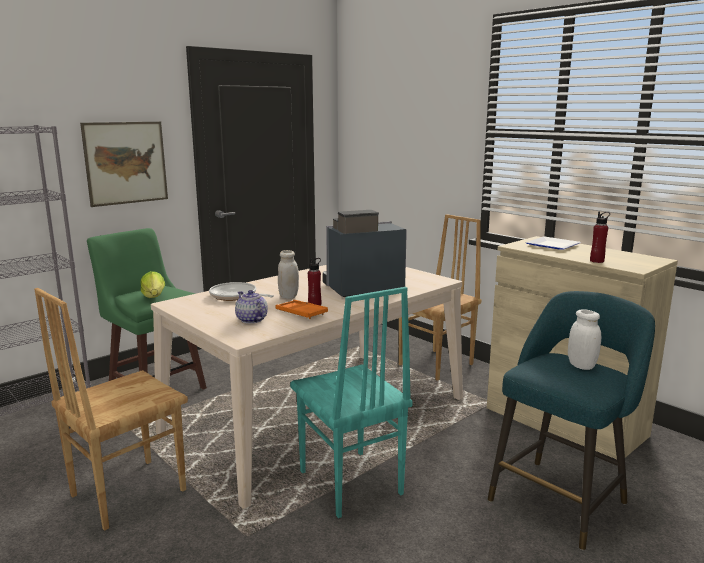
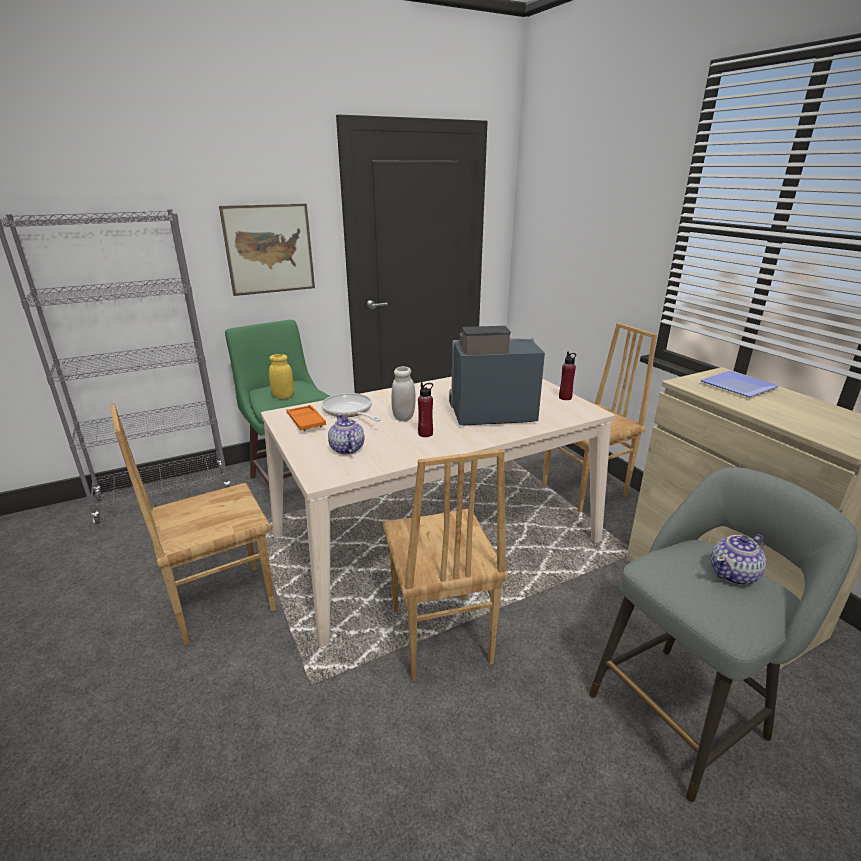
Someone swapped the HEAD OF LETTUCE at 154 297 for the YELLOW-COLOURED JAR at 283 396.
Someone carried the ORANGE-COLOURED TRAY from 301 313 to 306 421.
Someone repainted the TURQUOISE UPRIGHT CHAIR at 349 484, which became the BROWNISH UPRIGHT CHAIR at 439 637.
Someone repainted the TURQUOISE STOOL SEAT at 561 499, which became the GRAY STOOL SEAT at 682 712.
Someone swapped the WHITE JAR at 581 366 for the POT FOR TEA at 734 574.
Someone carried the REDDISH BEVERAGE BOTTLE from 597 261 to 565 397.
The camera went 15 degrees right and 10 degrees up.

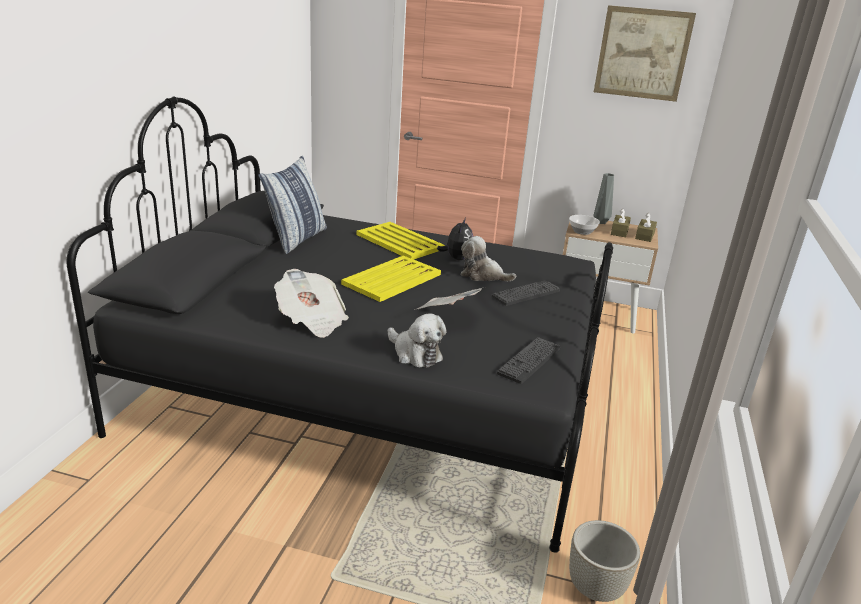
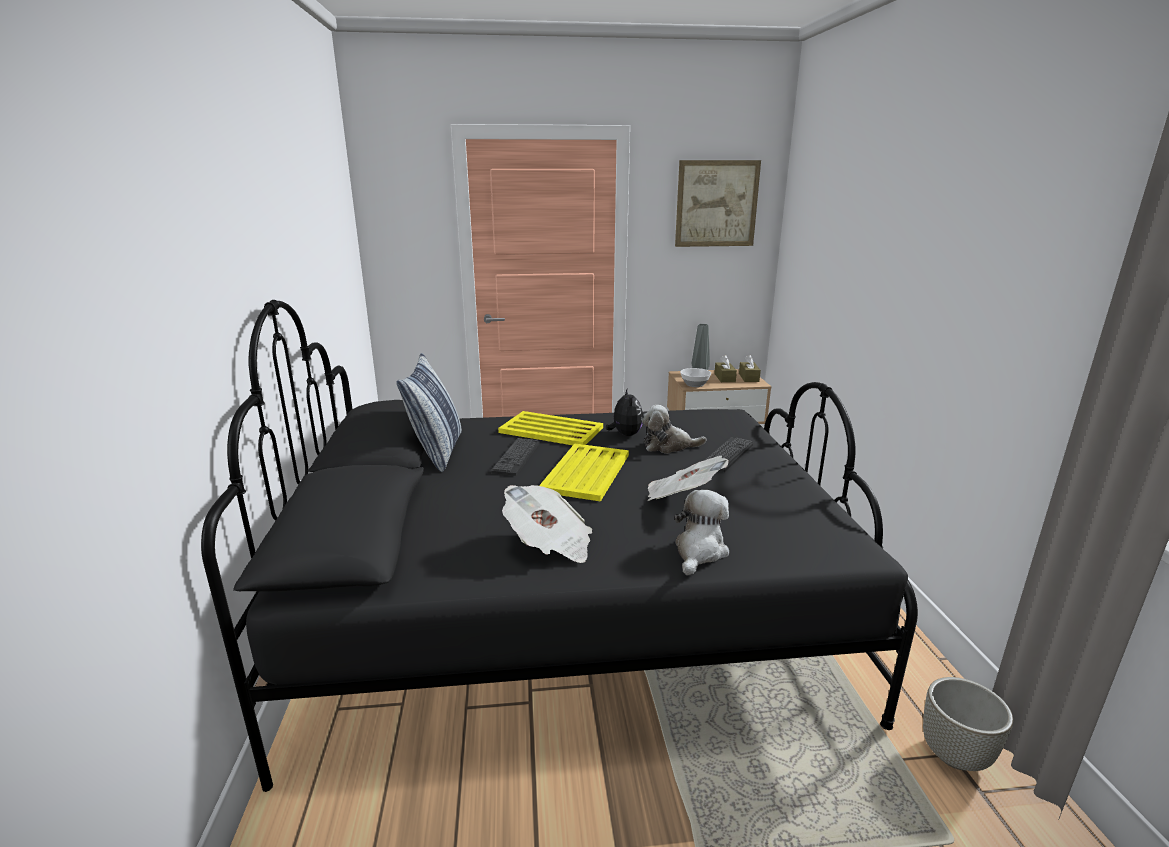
Someone rotated the PLUSH TOY at 415 353 by 90 degrees counterclockwise.
Someone carried the PC KEYBOARD from 529 361 to 516 457.
The camera went 20 degrees left and 5 degrees down.

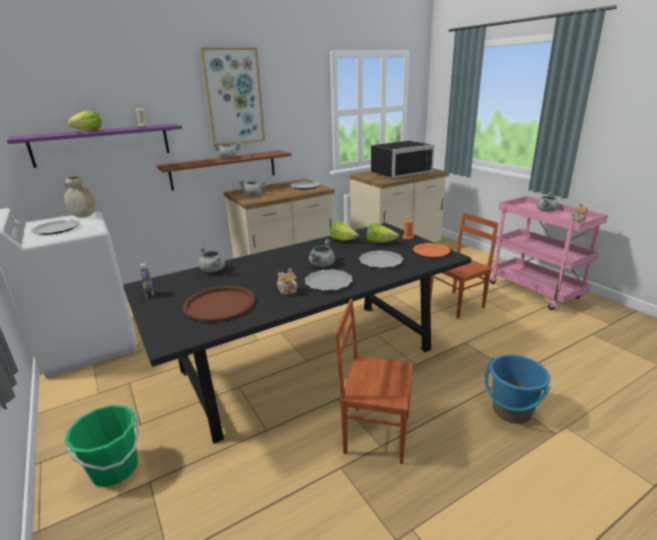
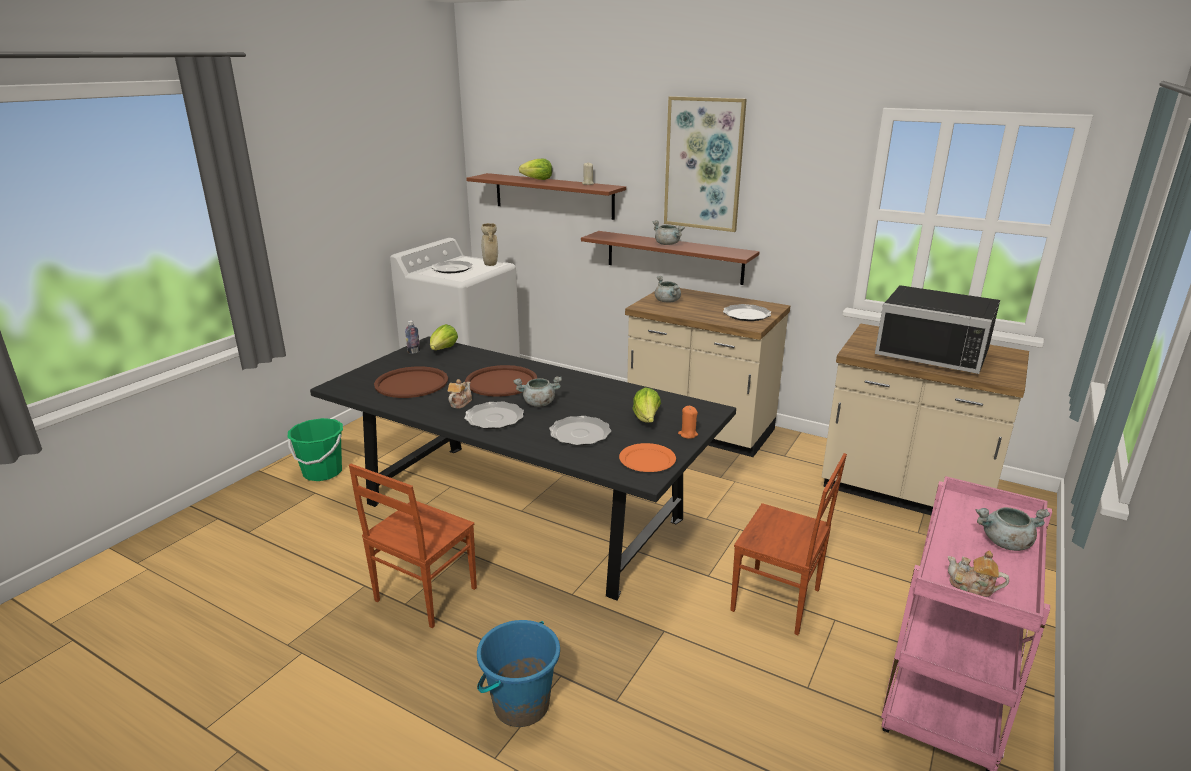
Someone repainted the PURPLE-COLOURED SHELF at 102 144, which became the BROWNISH SHELF at 553 196.
Someone took away the GRAY STOCKPOT at 213 270.
Someone carried the HEAD OF LETTUCE from 343 240 to 443 350.
Someone rotated the BROWNISH UPRIGHT CHAIR at 376 432 by 135 degrees counterclockwise.
Someone put down the BROWNISH TRAY at 501 382.
The camera went 60 degrees right and 0 degrees up.

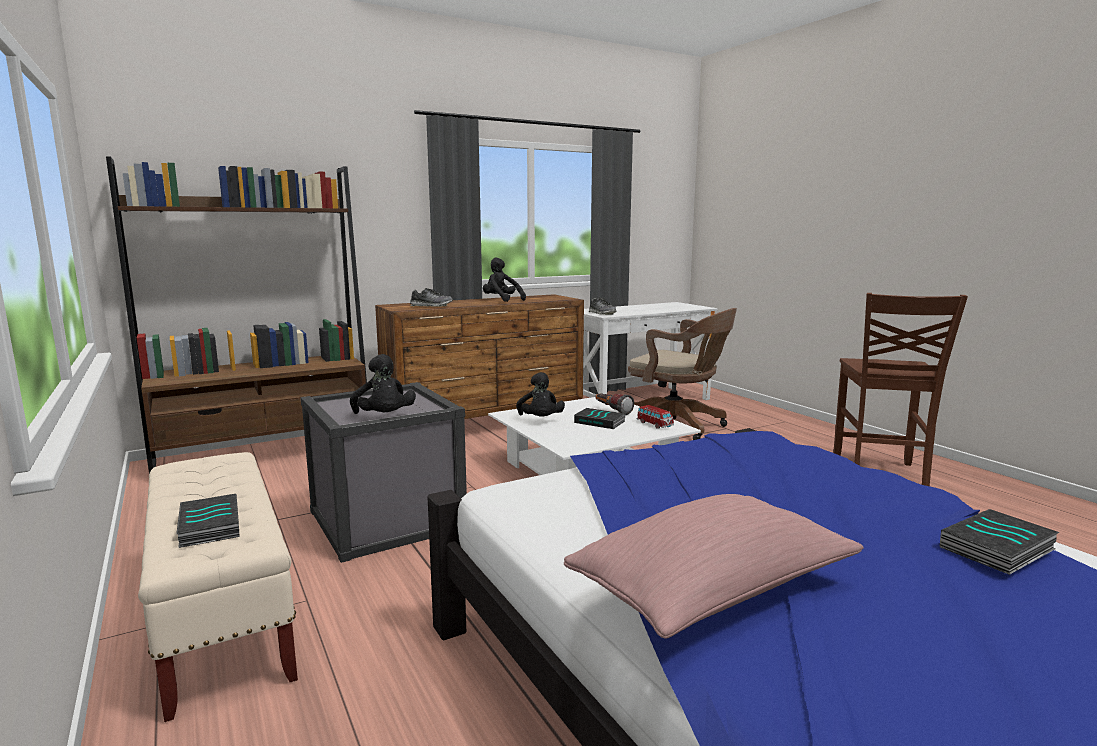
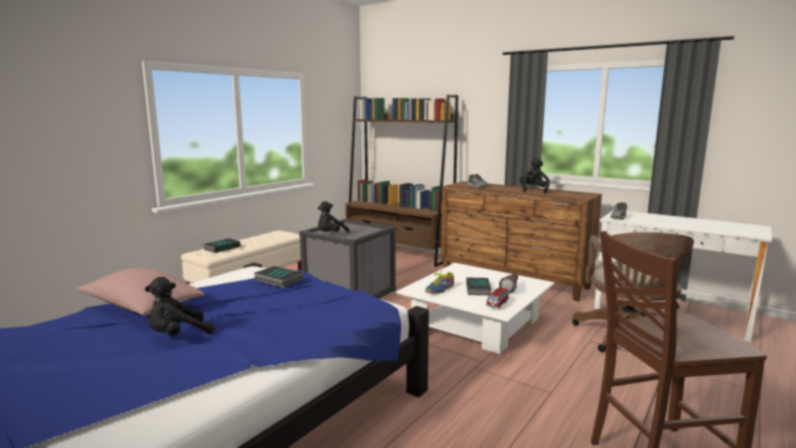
Someone carried the BLACK PLUSH TOY from 540 420 to 178 335.
Someone carried the BOUND BOOK from 998 549 to 277 280.
Someone put down the LOW SHOE at 440 289.
The camera went 65 degrees right and 0 degrees up.

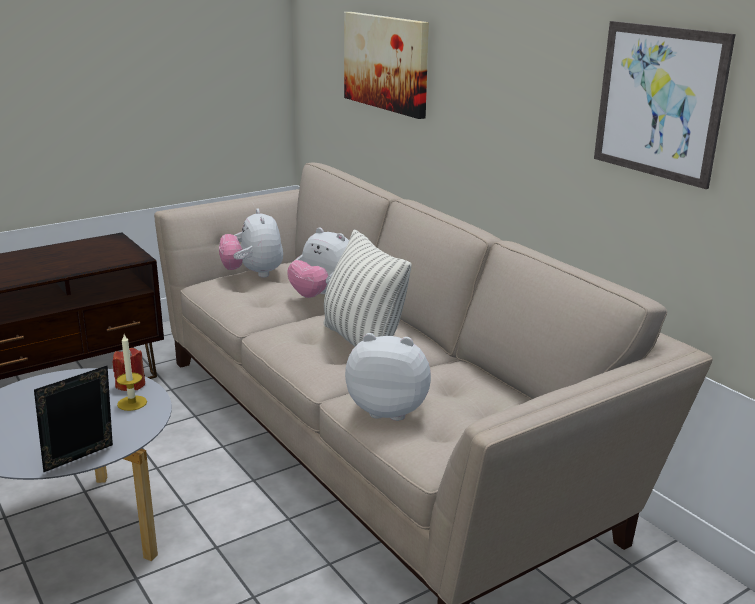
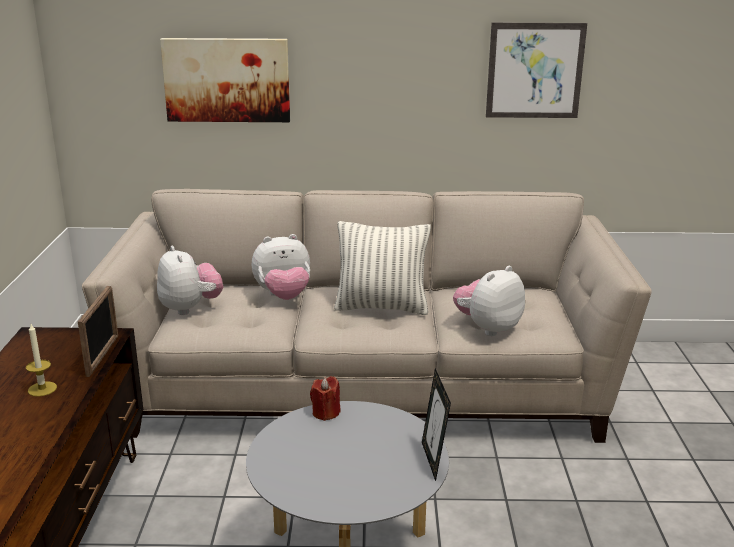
Someone carried the WAX LIGHT from 132 403 to 42 389.
Someone rotated the PLUSH TOY at 253 274 by 135 degrees counterclockwise.
Someone put down the PHOTO FRAME at 103 355.
The camera went 55 degrees left and 0 degrees up.

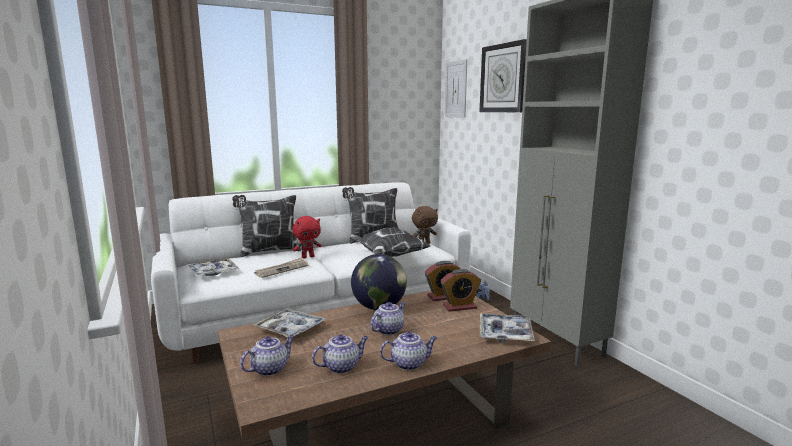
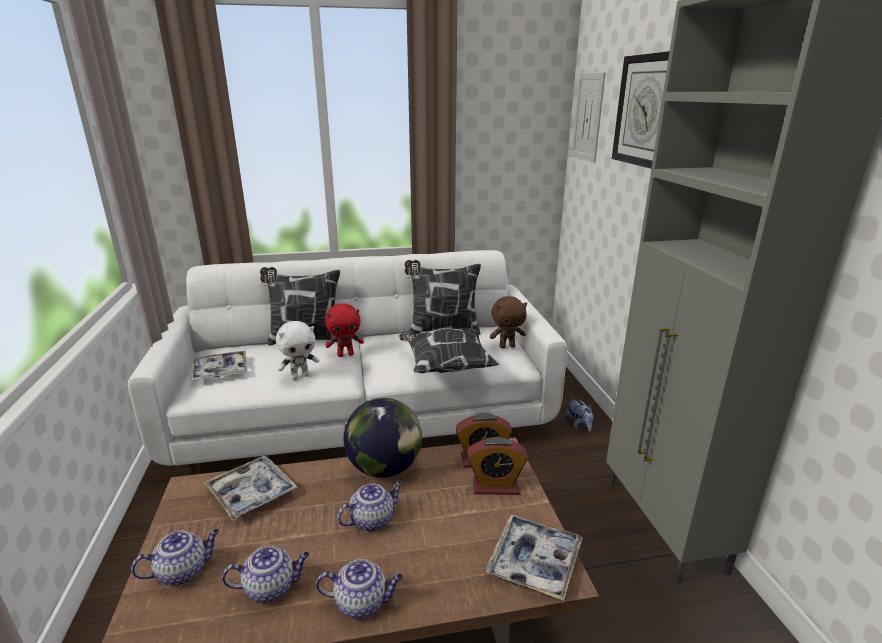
Someone swapped the DAILY PAPER at 282 269 for the WHITE PLUSH TOY at 300 376.
The camera went 15 degrees right and 10 degrees up.

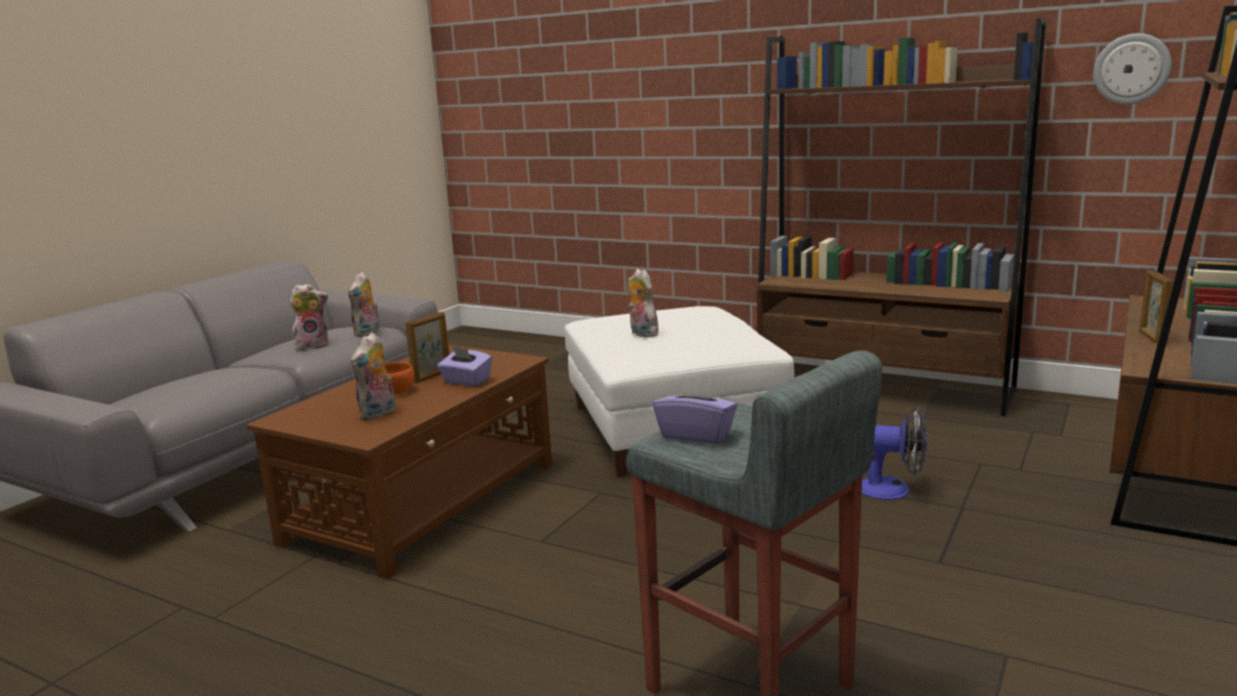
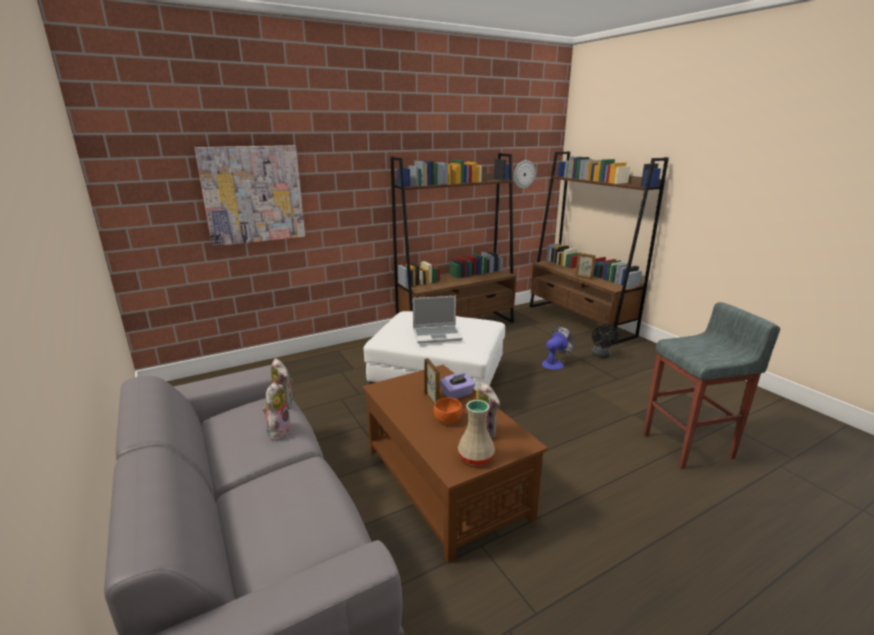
Someone swapped the PLUSH TOY at 641 333 for the NOTEBOOK COMPUTER at 437 335.
Someone took away the PURPLE-COLOURED TISSUE HOLDER at 696 435.
Someone put up the WALL PICTURE at 253 194.
Someone put down the BEIGE-COLOURED FLOWER VASE at 475 458.
Someone put down the BLACK FAN at 601 355.
The camera went 60 degrees left and 5 degrees up.

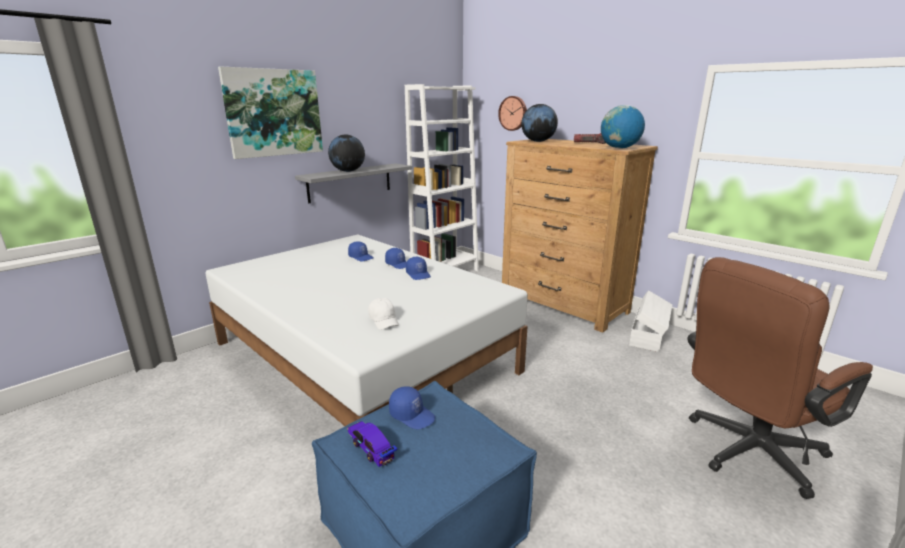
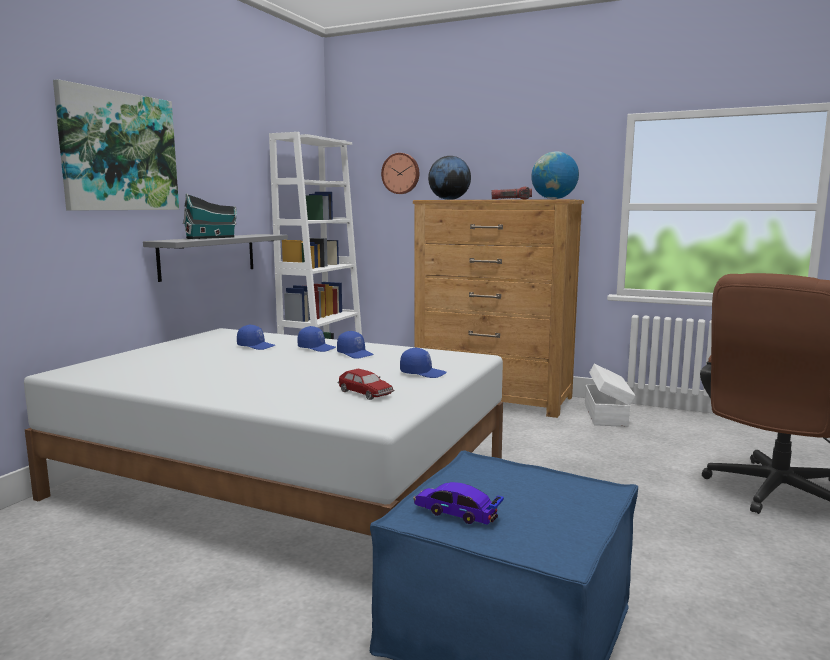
Someone swapped the GLOBE at 348 171 for the MINIATURE HOUSE at 212 238.
Someone swapped the WHITE PEAKED CAP at 384 320 for the TOY CAR at 365 393.
Someone carried the BLUISH PEAKED CAP from 412 415 to 422 373.
The camera went 20 degrees left and 10 degrees down.

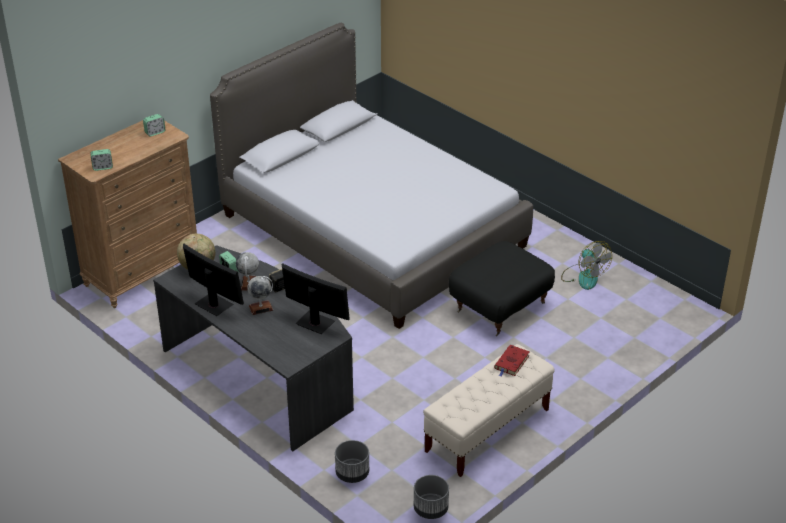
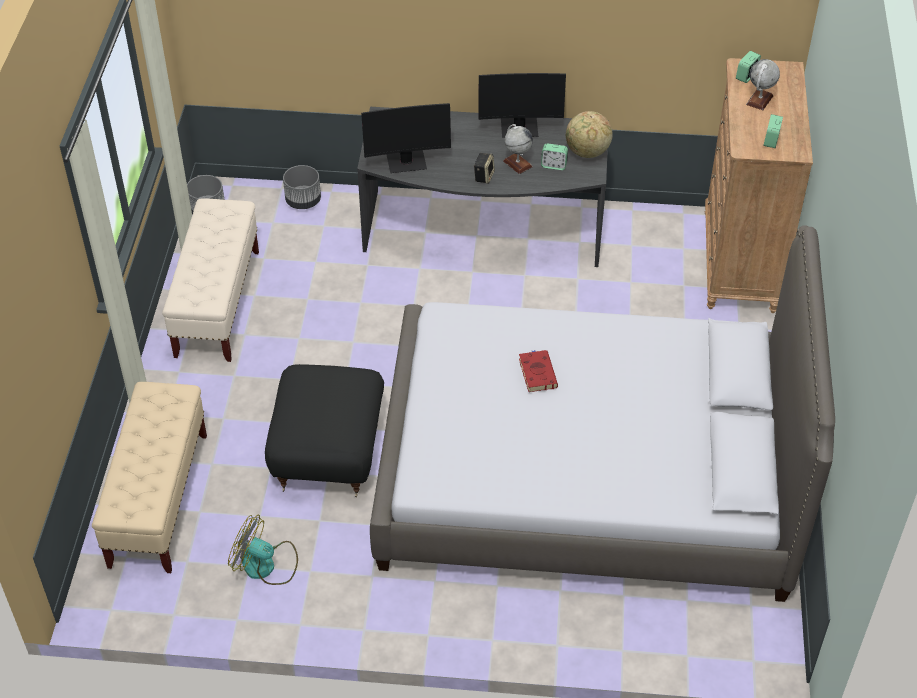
Someone carried the GLOBE from 261 308 to 759 100.
Someone carried the REDDISH BOUND BOOK from 511 363 to 537 372.
Someone put down the BEIGE-COLOURED INDOOR BENCH at 159 499.
The camera went 140 degrees right and 10 degrees up.

